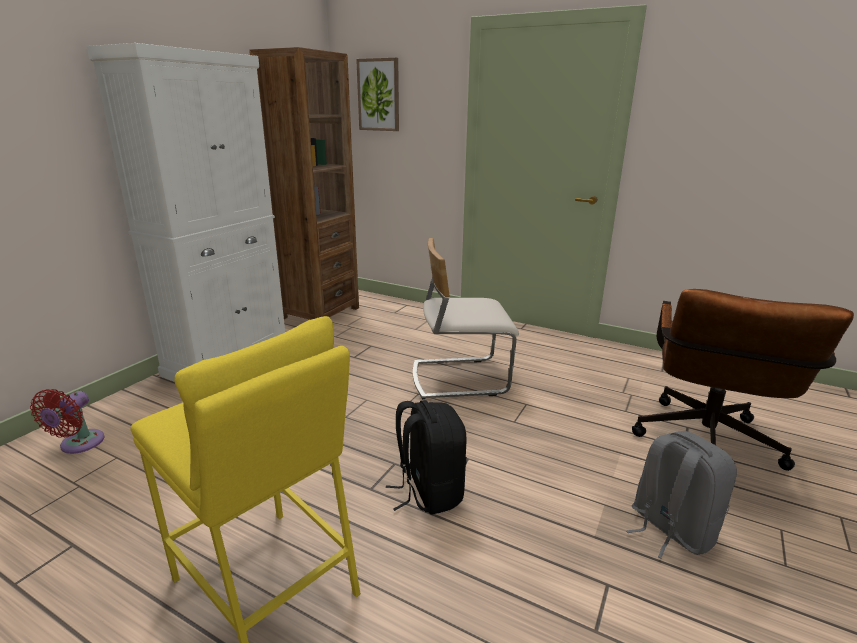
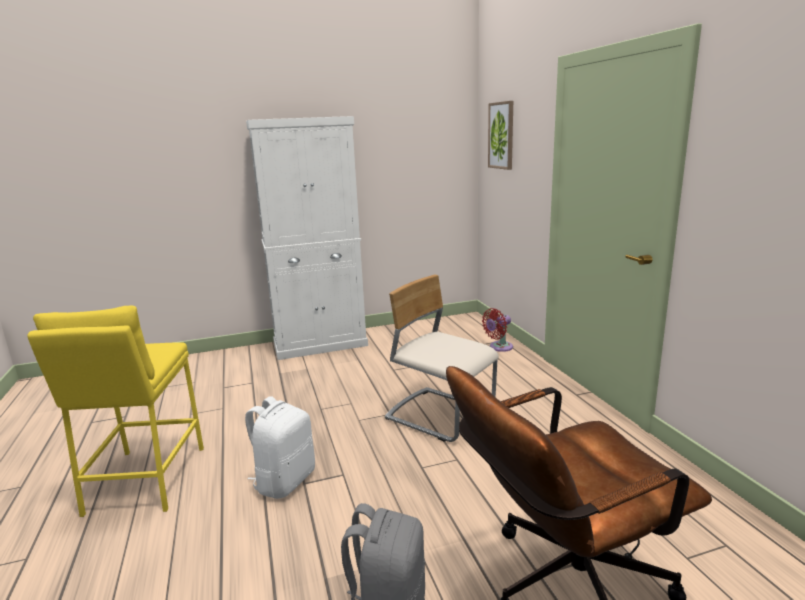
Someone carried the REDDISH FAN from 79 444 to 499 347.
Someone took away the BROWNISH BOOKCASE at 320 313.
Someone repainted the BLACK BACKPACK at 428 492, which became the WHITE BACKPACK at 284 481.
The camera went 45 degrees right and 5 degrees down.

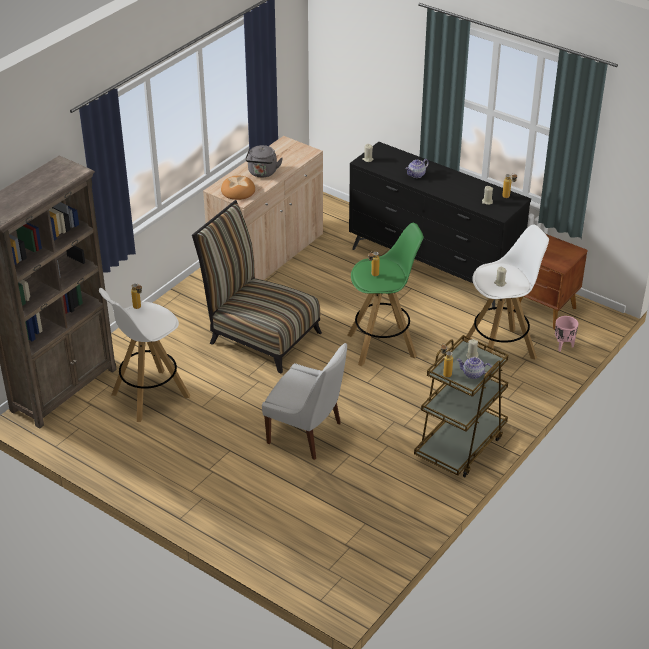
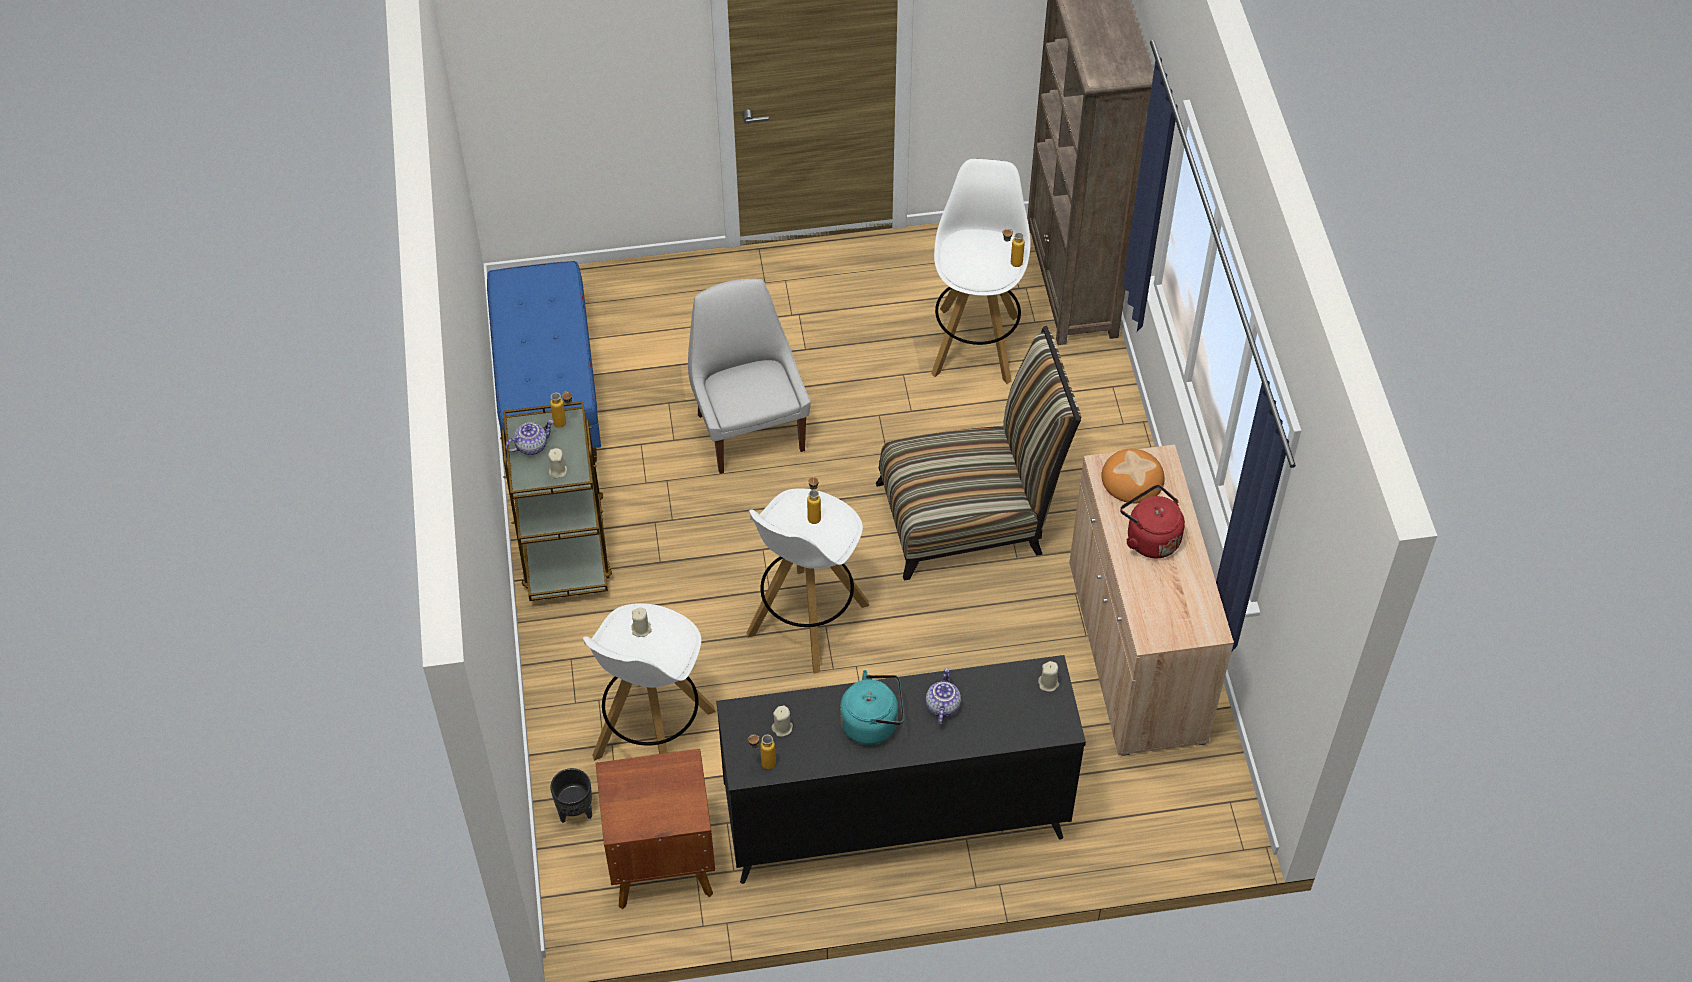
Someone repainted the GRAY KETTLE at 262 173, which became the REDDISH KETTLE at 1150 538.
Someone rotated the WHITE UPRIGHT CHAIR at 307 434 by 90 degrees clockwise.
Someone repainted the GREEN STOOL SEAT at 382 345, which became the WHITE STOOL SEAT at 806 620.
Someone repainted the PINK-COLOURED PLANT POT at 563 346, which became the BLACK PLANT POT at 576 812.
Someone put down the BLUISH INDOOR BENCH at 548 395.
Someone put down the TURQUOISE KETTLE at 873 723.
The camera went 135 degrees right and 15 degrees up.

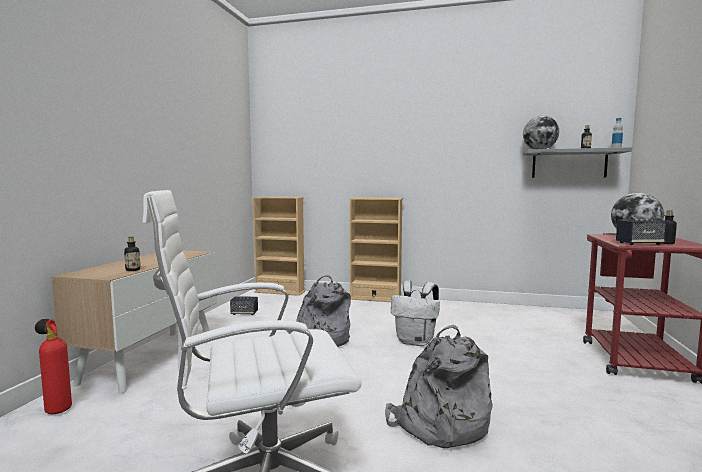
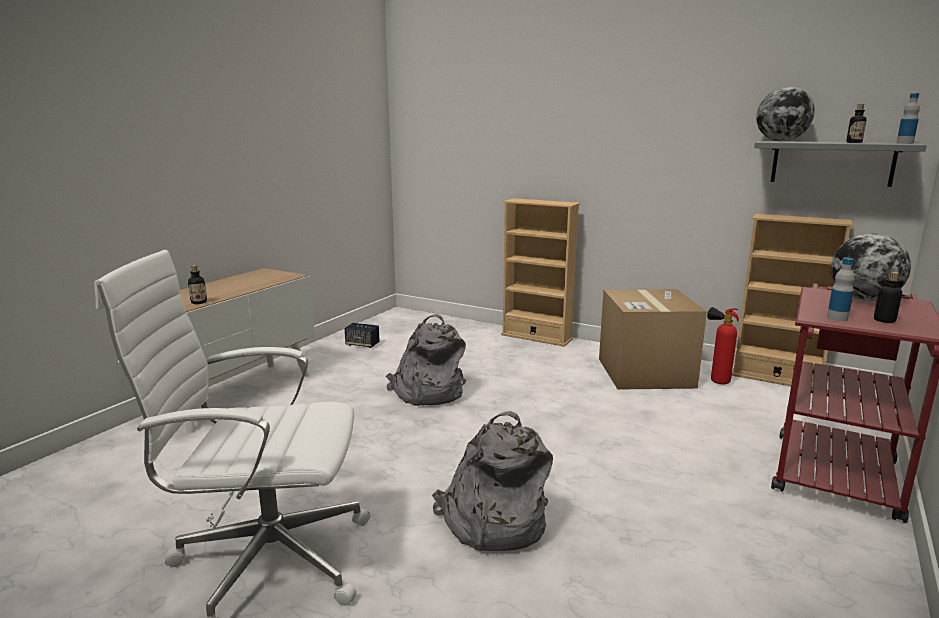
Someone carried the FIRE EXTINGUISHER from 56 409 to 716 381.
Someone carried the BEIGE-COLOURED BOOKCASE from 279 292 to 776 378.
Someone took away the WHITE BACKPACK at 416 342.
Someone swapped the LOUDSPEAKER at 639 244 for the BEVERAGE BOTTLE at 837 318.
Someone put down the CARDBOARD BOX at 645 373.
The camera went 15 degrees right and 10 degrees up.

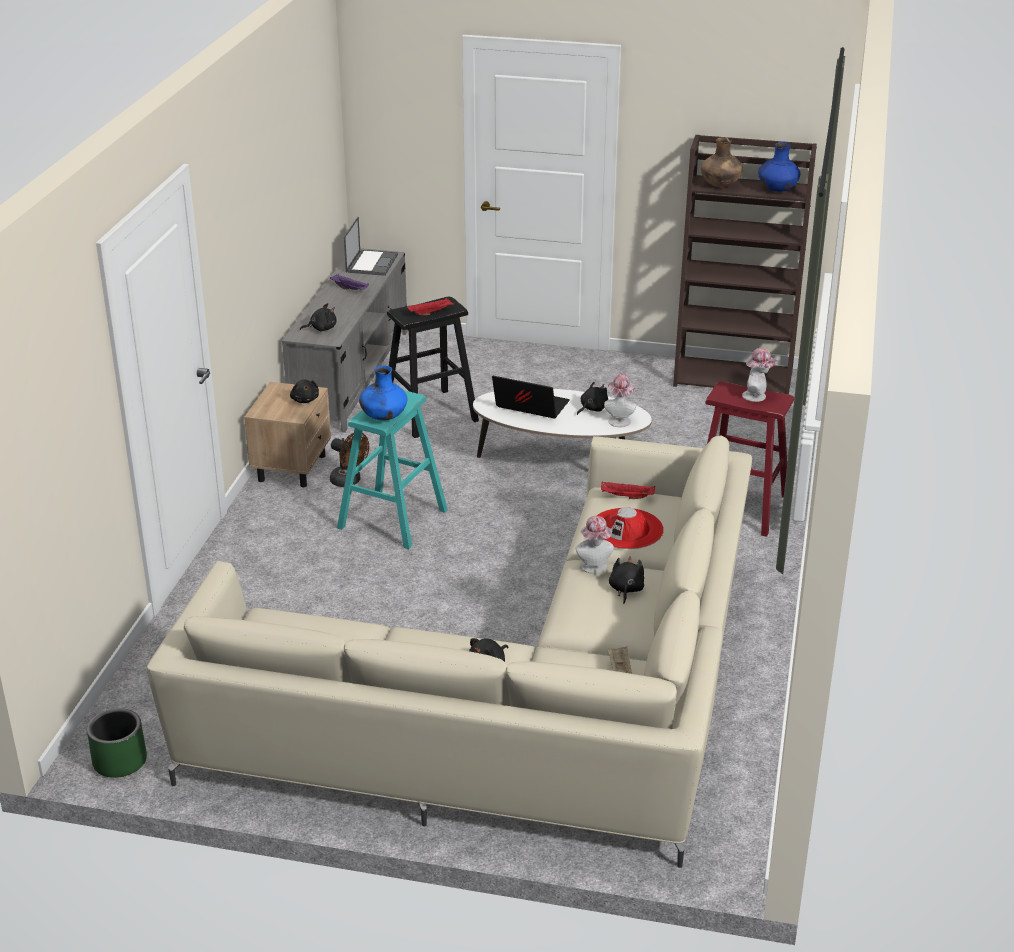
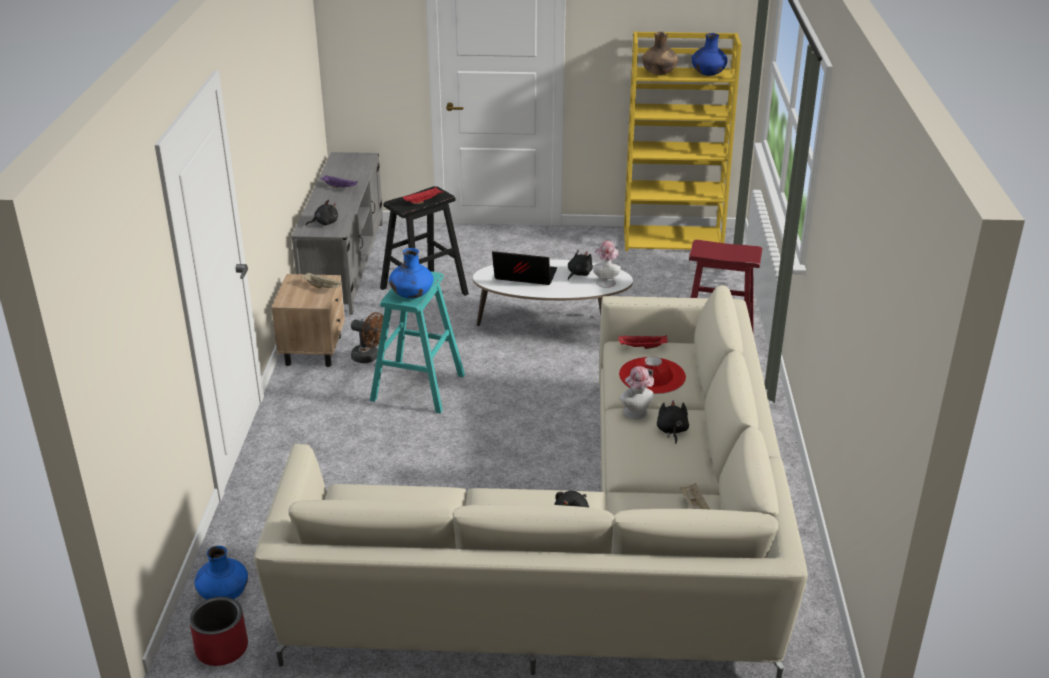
Someone repainted the GREEN PLANT POT at 119 761, which became the REDDISH PLANT POT at 221 648.
Someone swapped the BLACK PLUSH TOY at 305 400 for the BEIGE-COLOURED TRAY at 323 287.
Someone took away the NOTEBOOK COMPUTER at 371 263.
Someone repainted the BROWNISH BOOKCASE at 734 377, which became the YELLOW-COLOURED BOOKCASE at 673 239.
Someone took away the HAT at 757 396.
Someone put down the BLUISH FLOWER VASE at 224 595.
The camera went 10 degrees left and 0 degrees up.

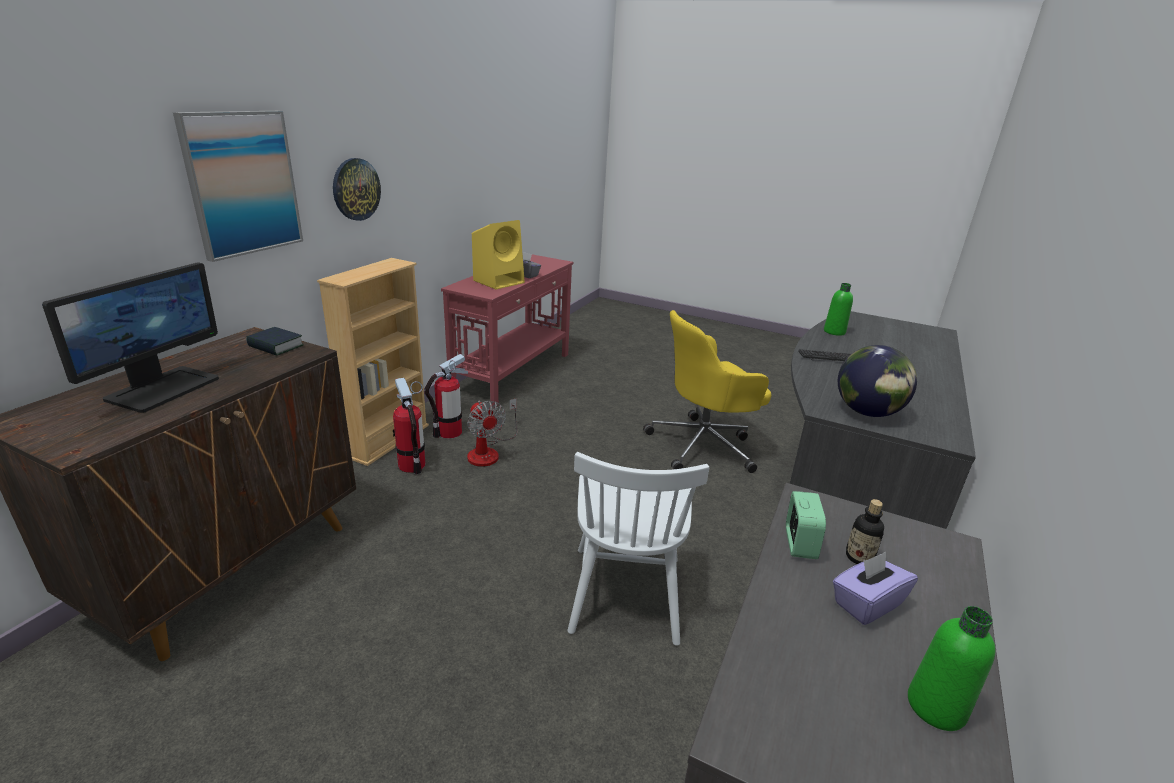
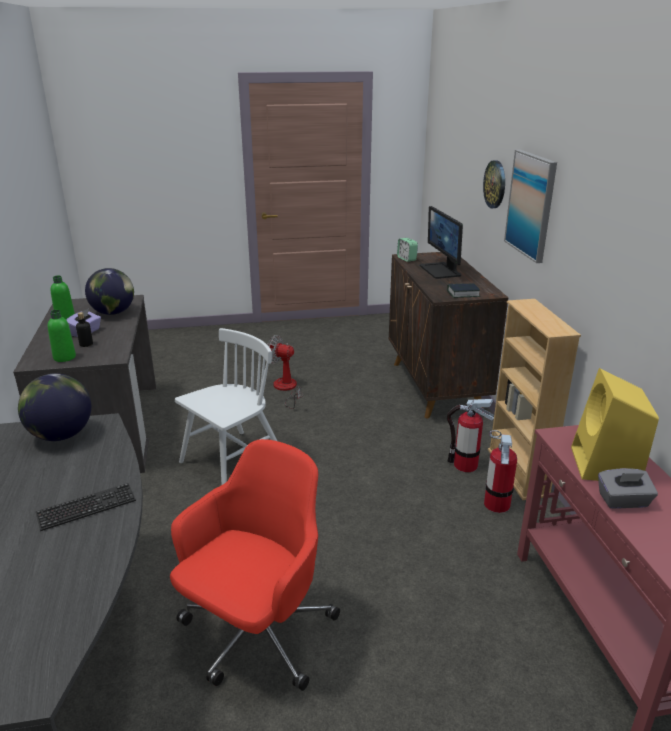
Someone carried the CLOCK ON THE WALL from 356 189 to 495 184.
Someone carried the FAN from 489 451 to 287 389.
Someone rotated the WHITE UPRIGHT CHAIR at 625 592 by 75 degrees clockwise.
Someone repainted the YELLOW-COLOURED COMPUTER CHAIR at 703 445, which became the REDDISH COMPUTER CHAIR at 256 634.
Someone carried the BEDSIDE CLOCK from 799 544 to 406 259.
Someone carried the GREEN BEVERAGE BOTTLE from 834 332 to 64 357.
Someone put down the GLOBE at 113 313.
The camera went 145 degrees right and 0 degrees up.

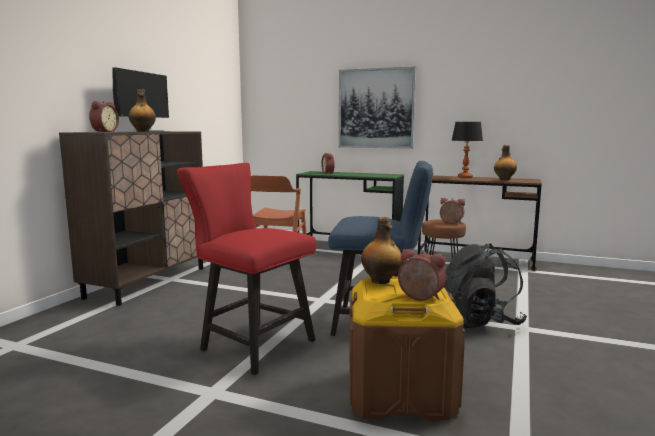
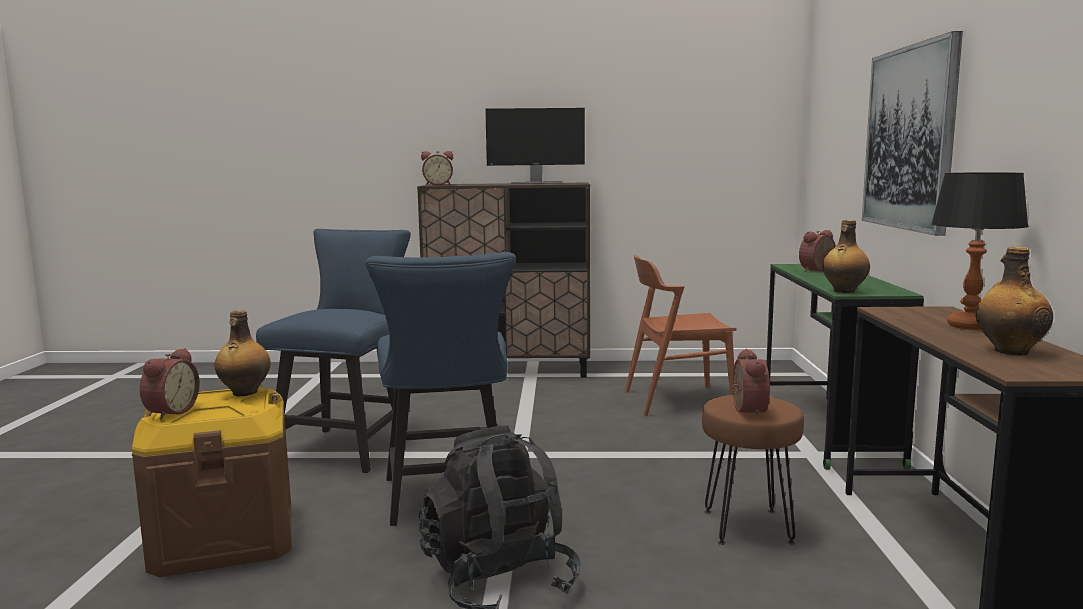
Someone carried the BEVERAGE BOTTLE from 143 131 to 843 291.
Someone repainted the REDDISH UPRIGHT CHAIR at 251 344, which became the BLUISH UPRIGHT CHAIR at 347 446.
The camera went 70 degrees right and 0 degrees up.

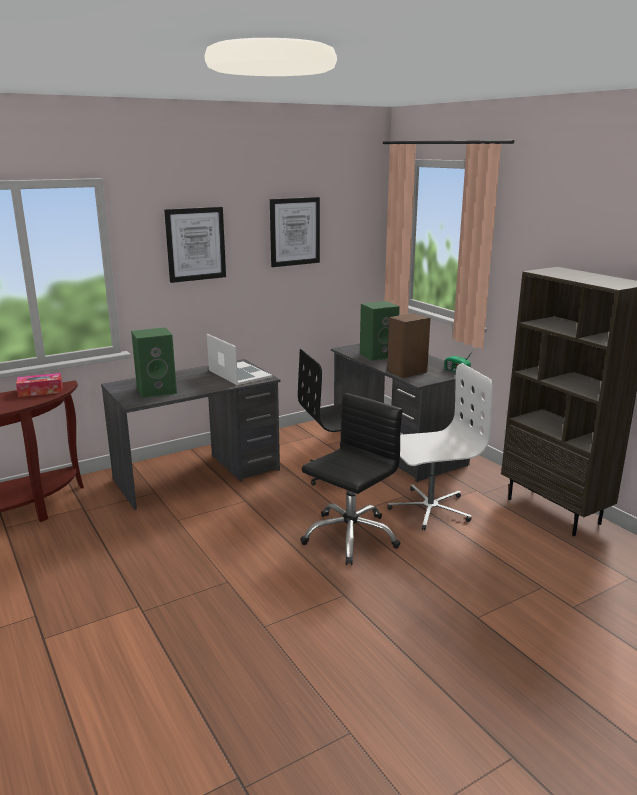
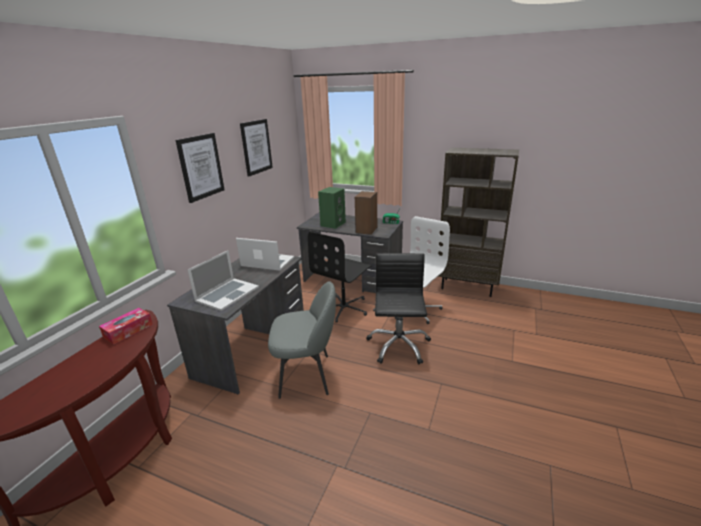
Someone swapped the GREEN LOUDSPEAKER at 157 390 for the NOTEBOOK COMPUTER at 227 294.
Someone put down the GRAY UPRIGHT CHAIR at 307 375.
The camera went 35 degrees left and 5 degrees up.

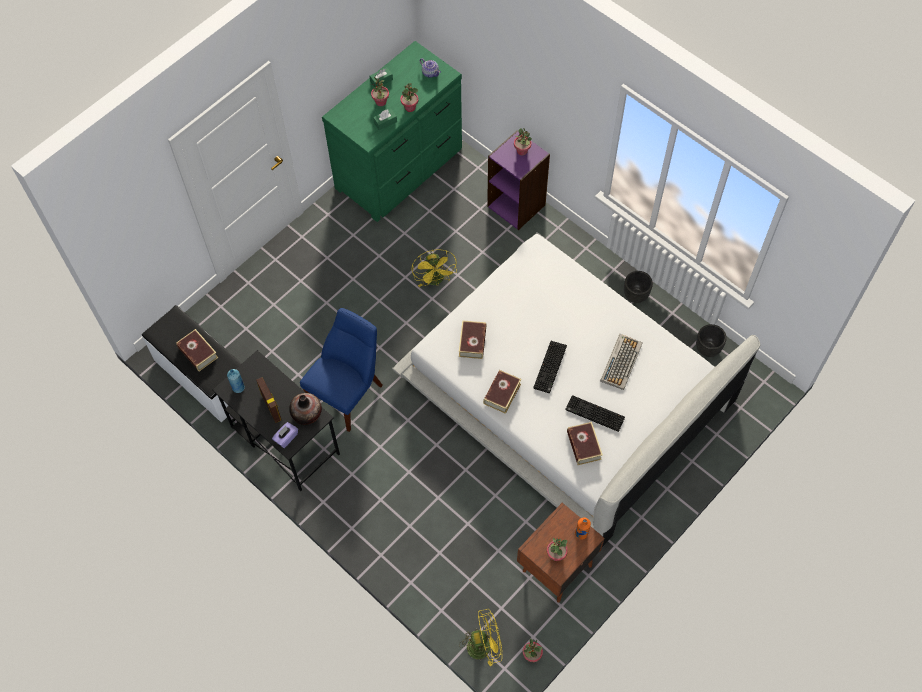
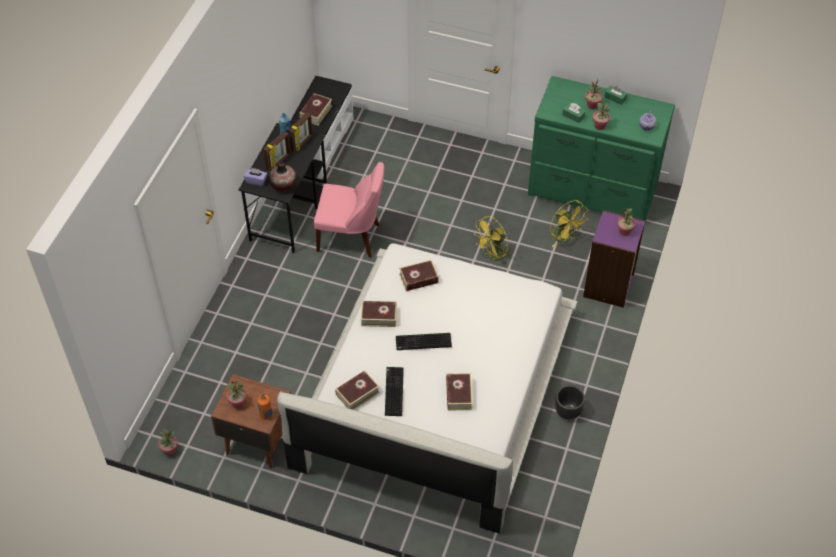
Someone repainted the BLUISH UPRIGHT CHAIR at 348 393, which became the PINK-COLOURED UPRIGHT CHAIR at 351 237.
Someone carried the YELLOW-COLOURED FAN from 483 645 to 564 237.
Someone swapped the PC KEYBOARD at 621 361 for the BOUND BOOK at 459 394.
Someone took away the BLACK PLANT POT at 708 349.
Someone put down the PHOTO FRAME at 302 143.
The camera went 65 degrees right and 10 degrees down.

